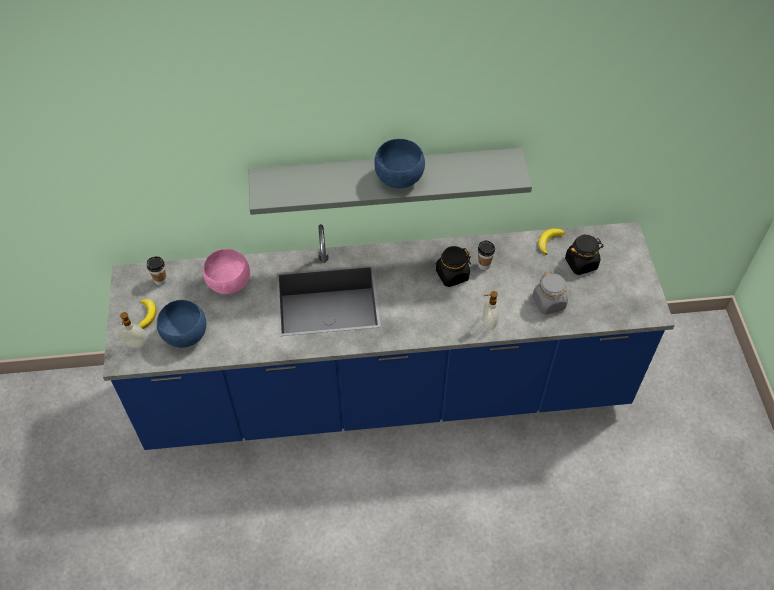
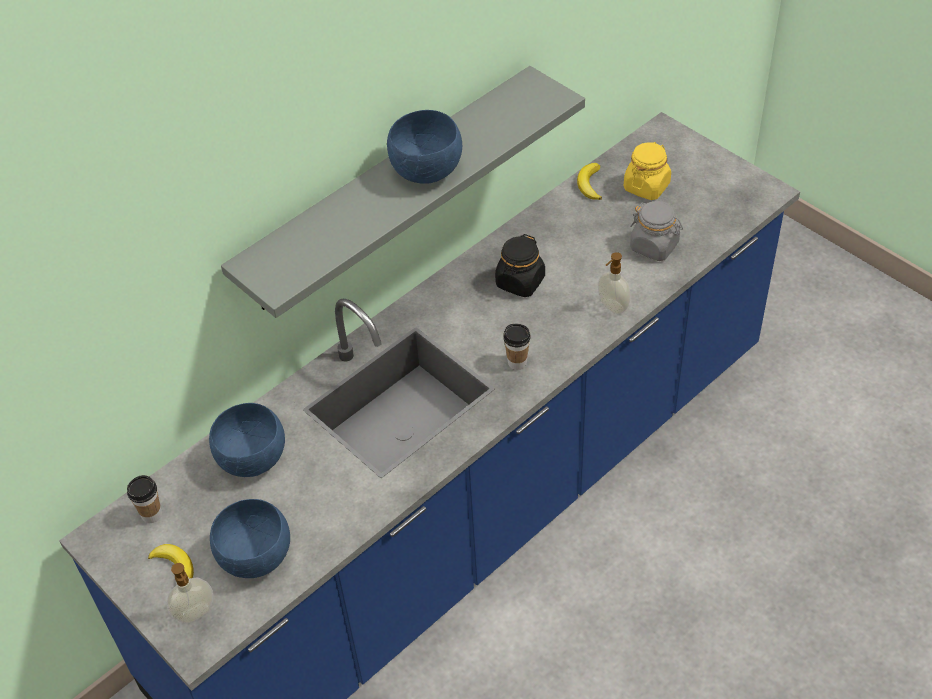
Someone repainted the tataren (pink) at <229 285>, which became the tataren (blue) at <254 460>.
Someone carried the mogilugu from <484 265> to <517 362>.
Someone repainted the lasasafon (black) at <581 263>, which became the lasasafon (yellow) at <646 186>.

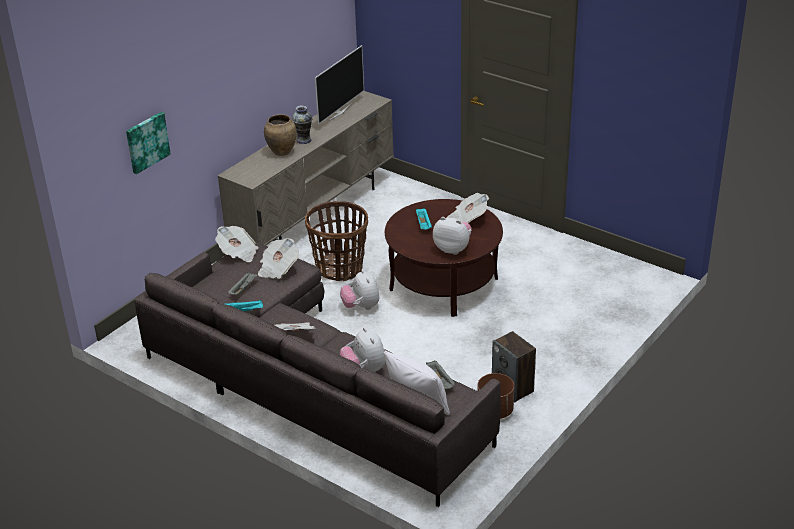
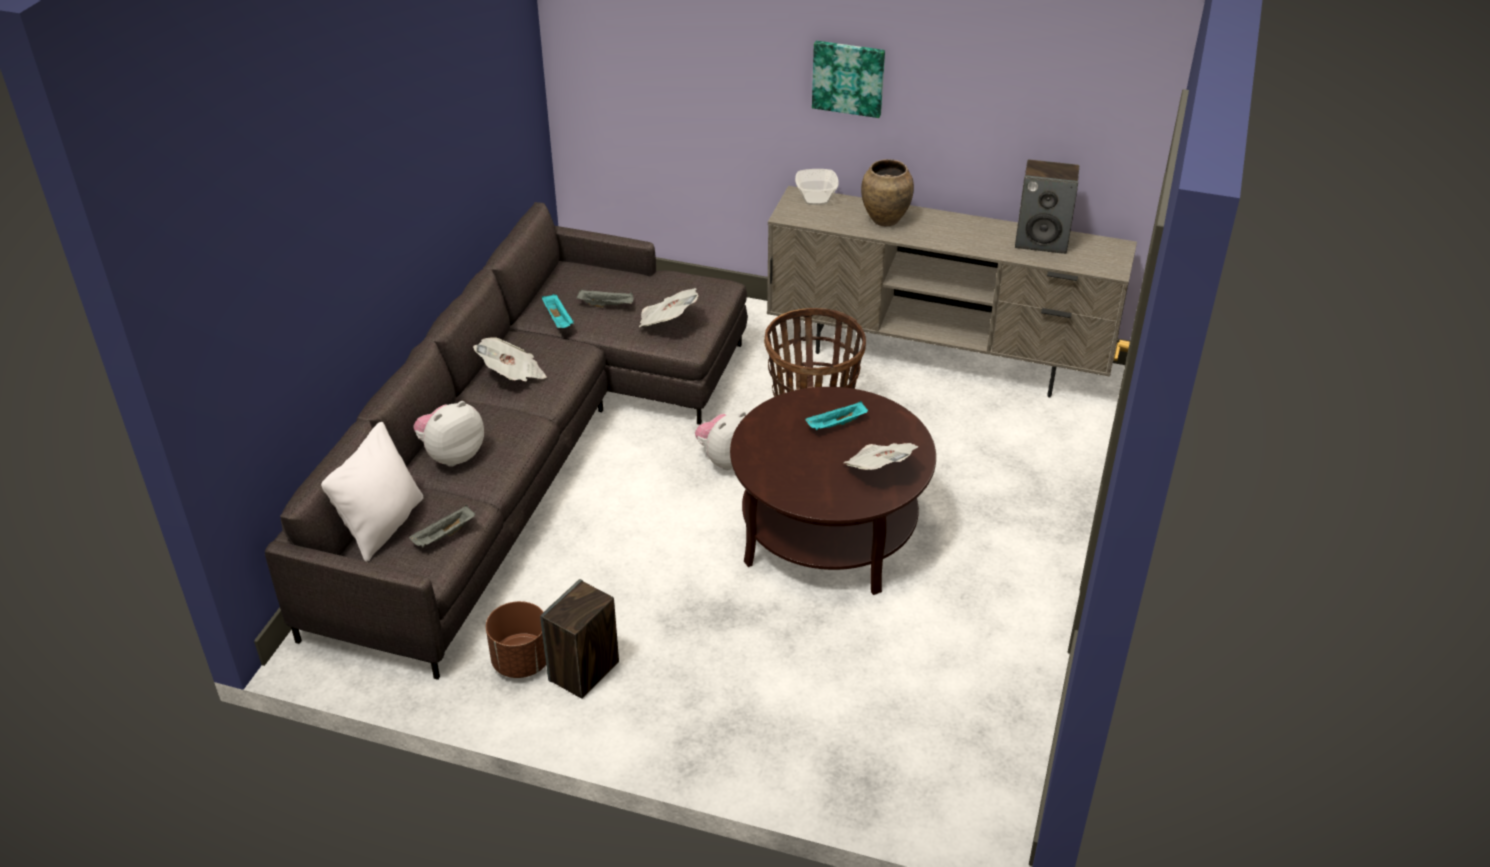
Someone carried the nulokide from <146 142> to <848 77>.
Someone took away the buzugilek at <238 253>.
Someone took away the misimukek at <304 140>.
Someone swapped the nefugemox at <339 112> for the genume at <1042 241>.
Someone took away the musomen at <453 249>.
Someone put down the tataren at <816 198>.

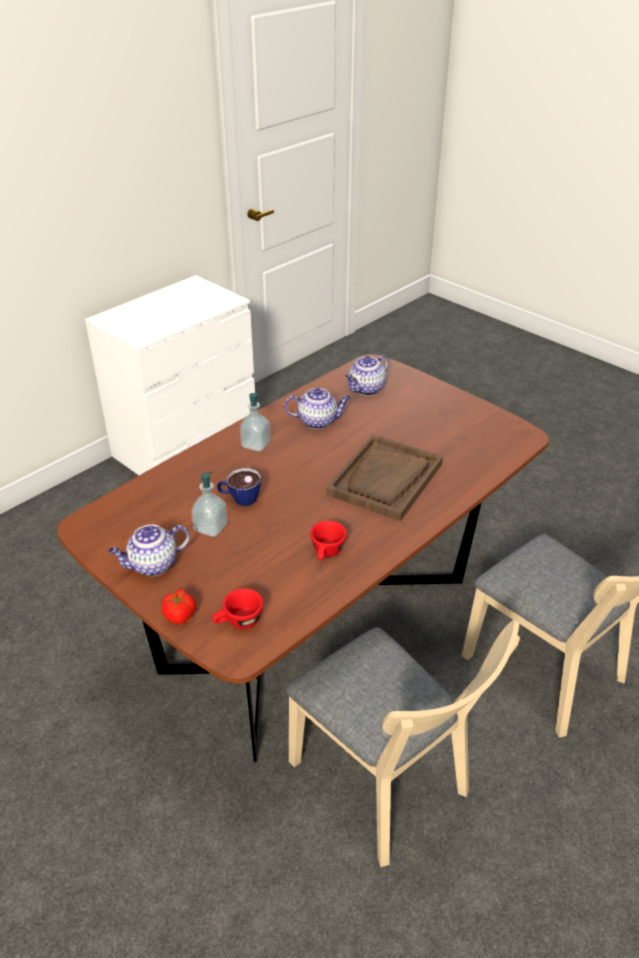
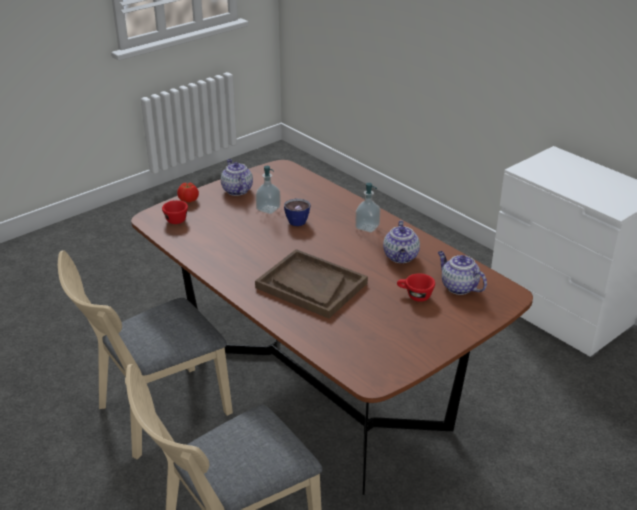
Someone carried the mogilugu (red) from <327 553> to <414 296>.

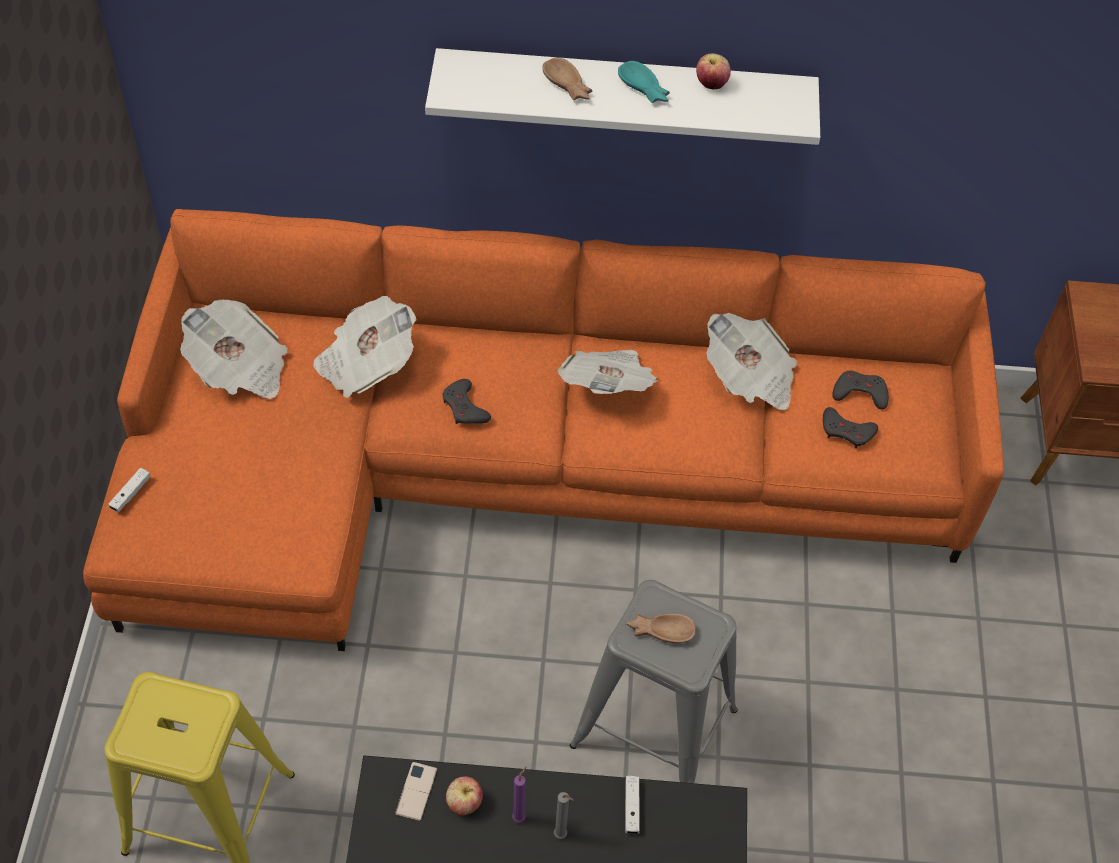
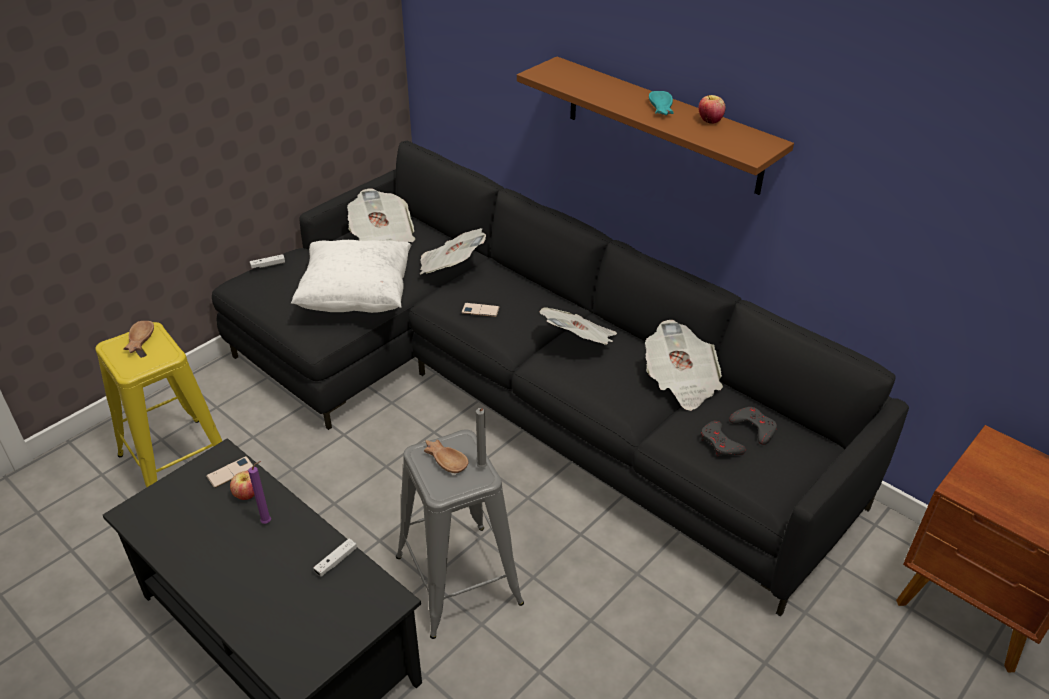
Someone repainted the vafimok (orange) at <513 468>, which became the vafimok (black) at <520 395>.
Someone repainted the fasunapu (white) at <624 94>, which became the fasunapu (brown) at <663 125>.
Someone swapped the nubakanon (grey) at <465 407> for the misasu at <480 310>.
Someone carried the tataren (brown) from <567 86> to <138 341>.
Someone carried the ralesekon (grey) from <562 836> to <482 468>.
Someone put down the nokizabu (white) at <357 298>.

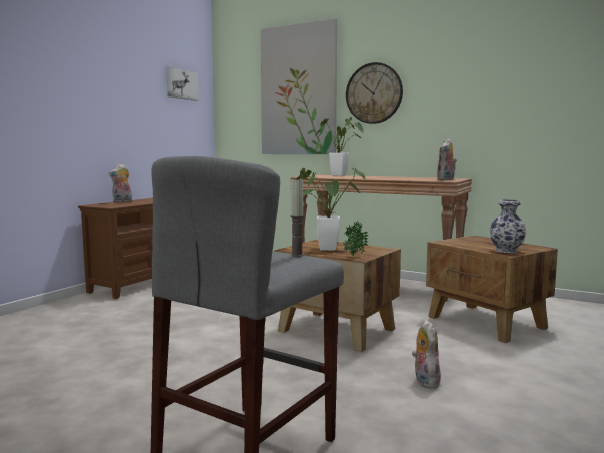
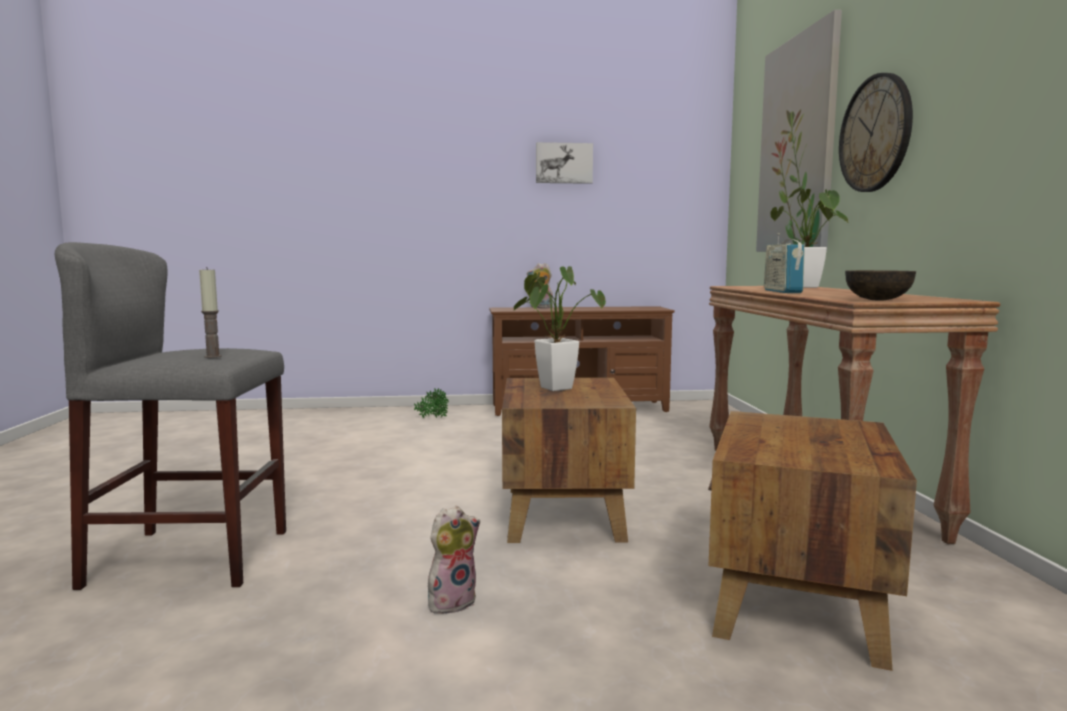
Someone carried the nulokide from <181 84> to <564 163>.
Someone carried the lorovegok from <353 257> to <432 418>.
Someone swapped the musomen at <446 180> for the tataren (brown) at <877 300>.
Someone took away the misimukek at <507 251>.
Someone put down the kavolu at <782 291>.

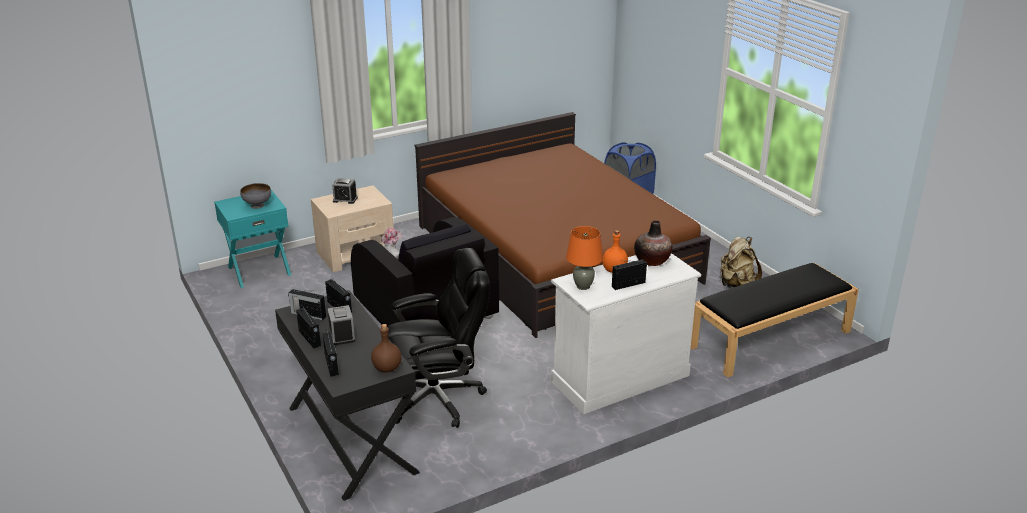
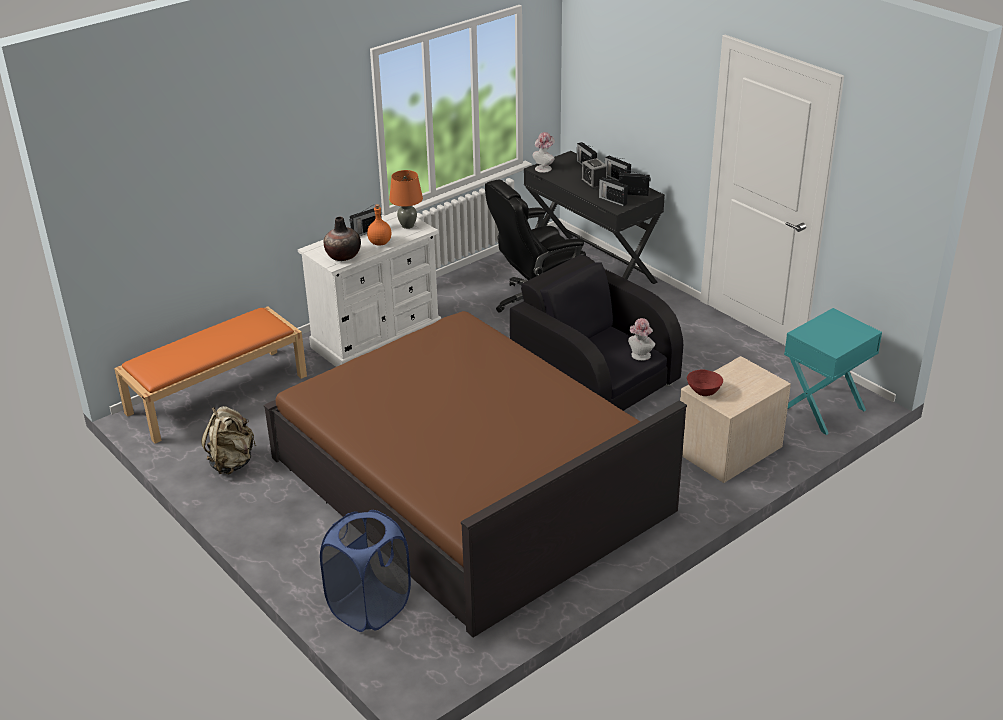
Someone took away the tataren (grey) at <257 205>.
Someone took away the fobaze at <345 199>.
Someone swapped the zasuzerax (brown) at <387 368> for the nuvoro at <544 168>.
Someone repainted the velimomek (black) at <769 339>, which became the velimomek (orange) at <218 393>.
Someone put down the tataren (red) at <704 391>.

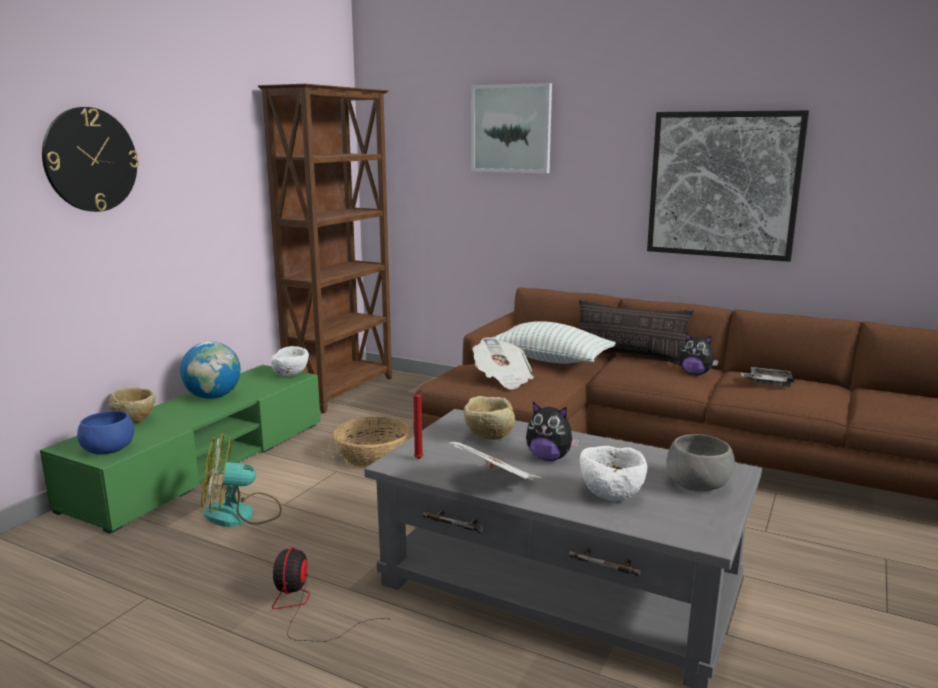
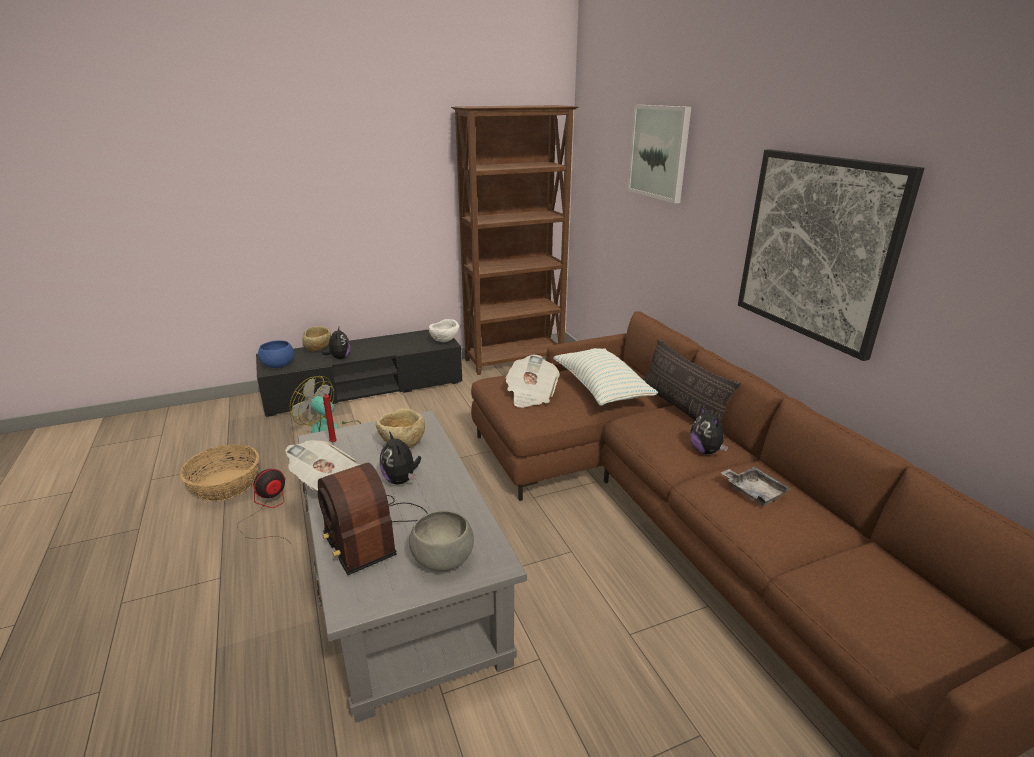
Someone repainted the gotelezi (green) at <203 463>, which became the gotelezi (black) at <364 388>.
Someone took away the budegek at <90 160>.
Someone took away the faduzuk at <213 397>.
Someone carried the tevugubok from <372 456> to <225 484>.
Someone swapped the tataren (white) at <610 495> for the kavolu at <372 532>.
Someone put down the musomen at <339 358>.

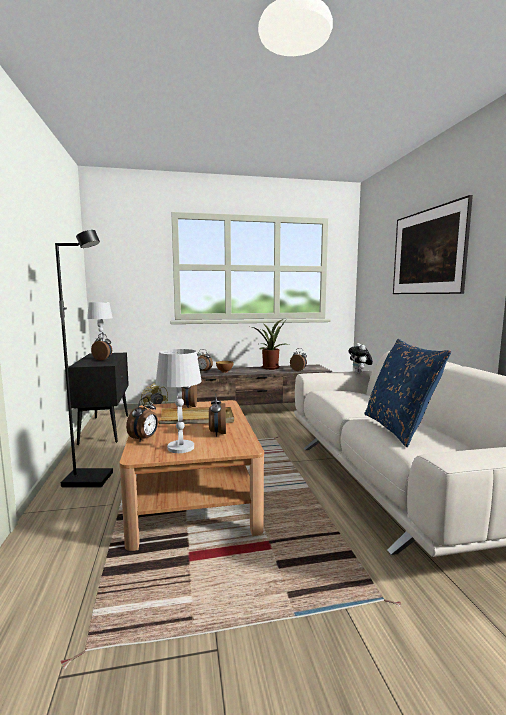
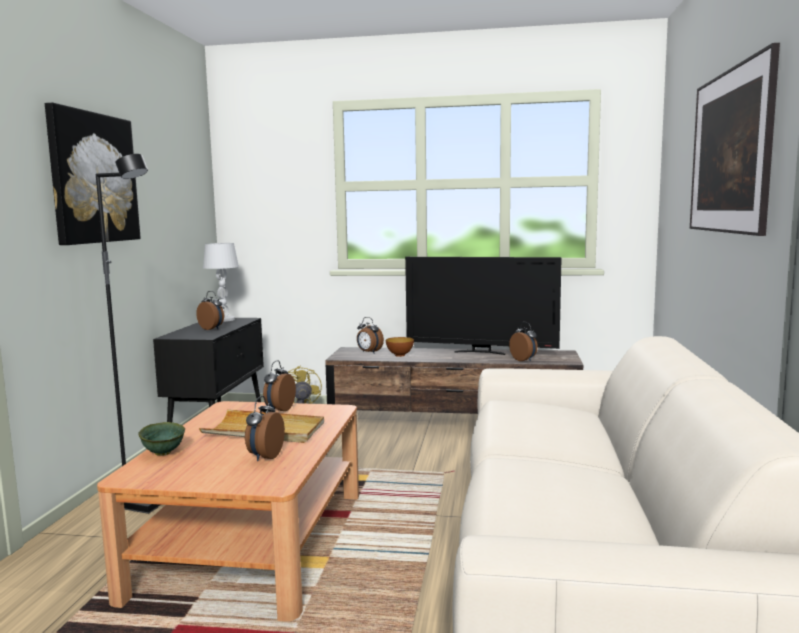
Someone swapped the fobaze at <144 438> for the tataren (green) at <164 453>.
Someone took away the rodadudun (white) at <180 447>.
Someone swapped the lorovegok at <269 367> for the nefugemox at <481 352>.
Someone took away the musomen at <359 373>.
Someone took away the nokizabu (blue) at <399 429>.
Someone put up the nulokide at <93 178>.

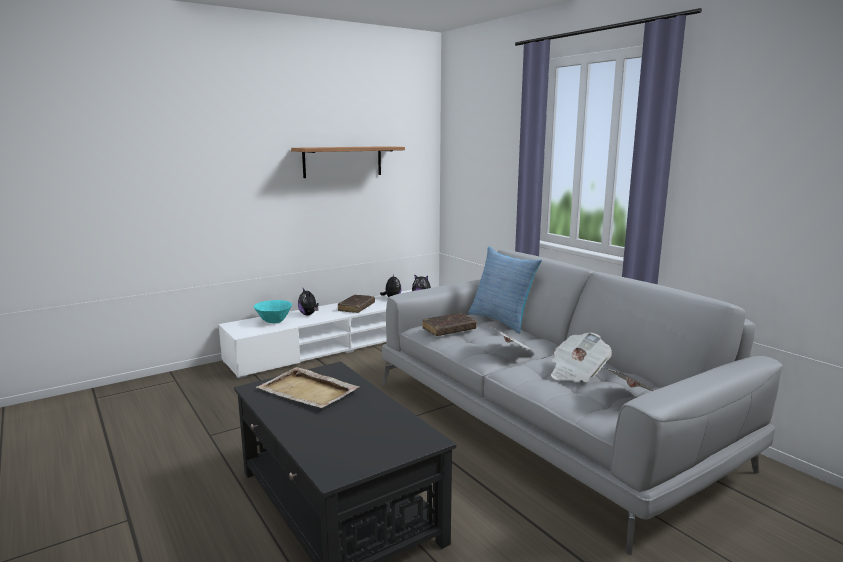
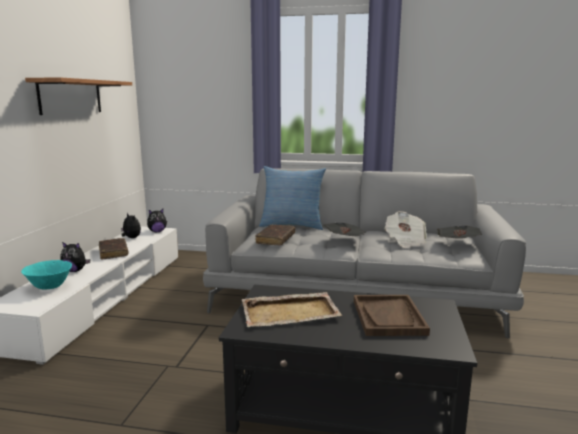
Someone put down the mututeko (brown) at <388 317>.

